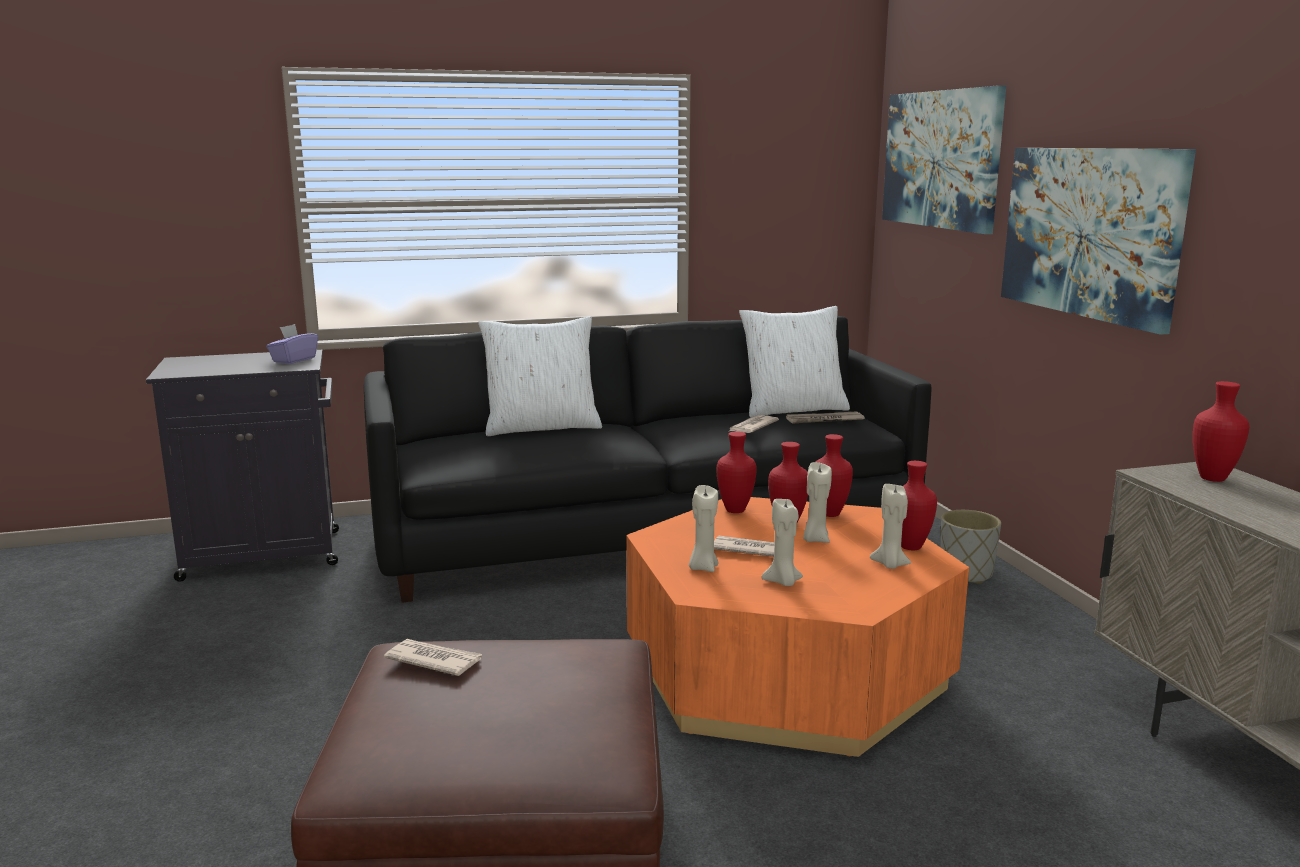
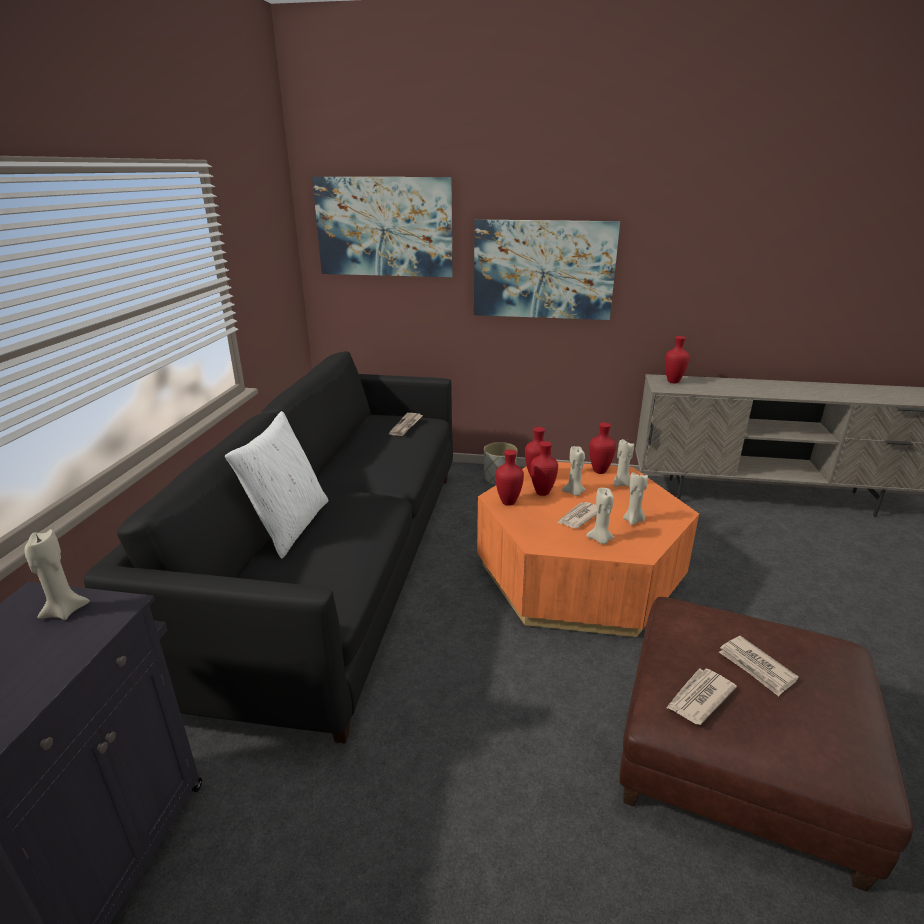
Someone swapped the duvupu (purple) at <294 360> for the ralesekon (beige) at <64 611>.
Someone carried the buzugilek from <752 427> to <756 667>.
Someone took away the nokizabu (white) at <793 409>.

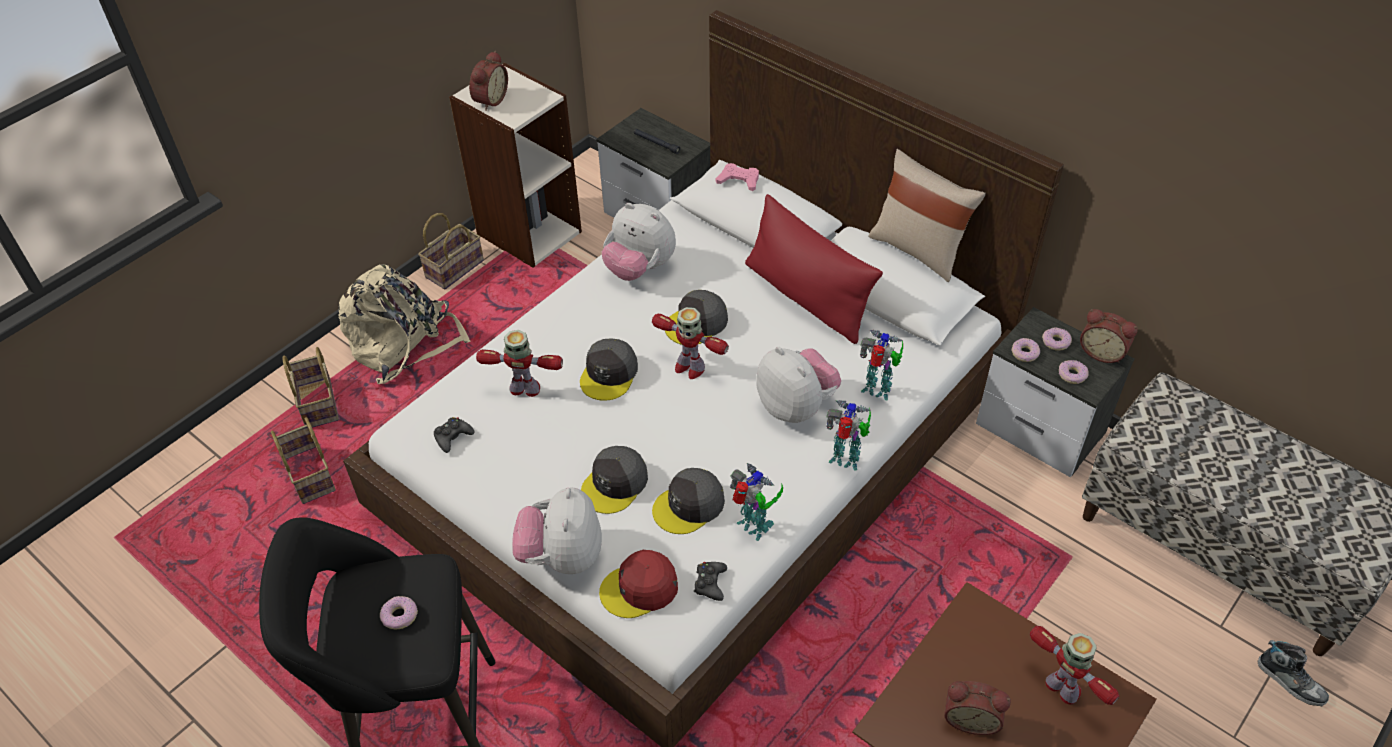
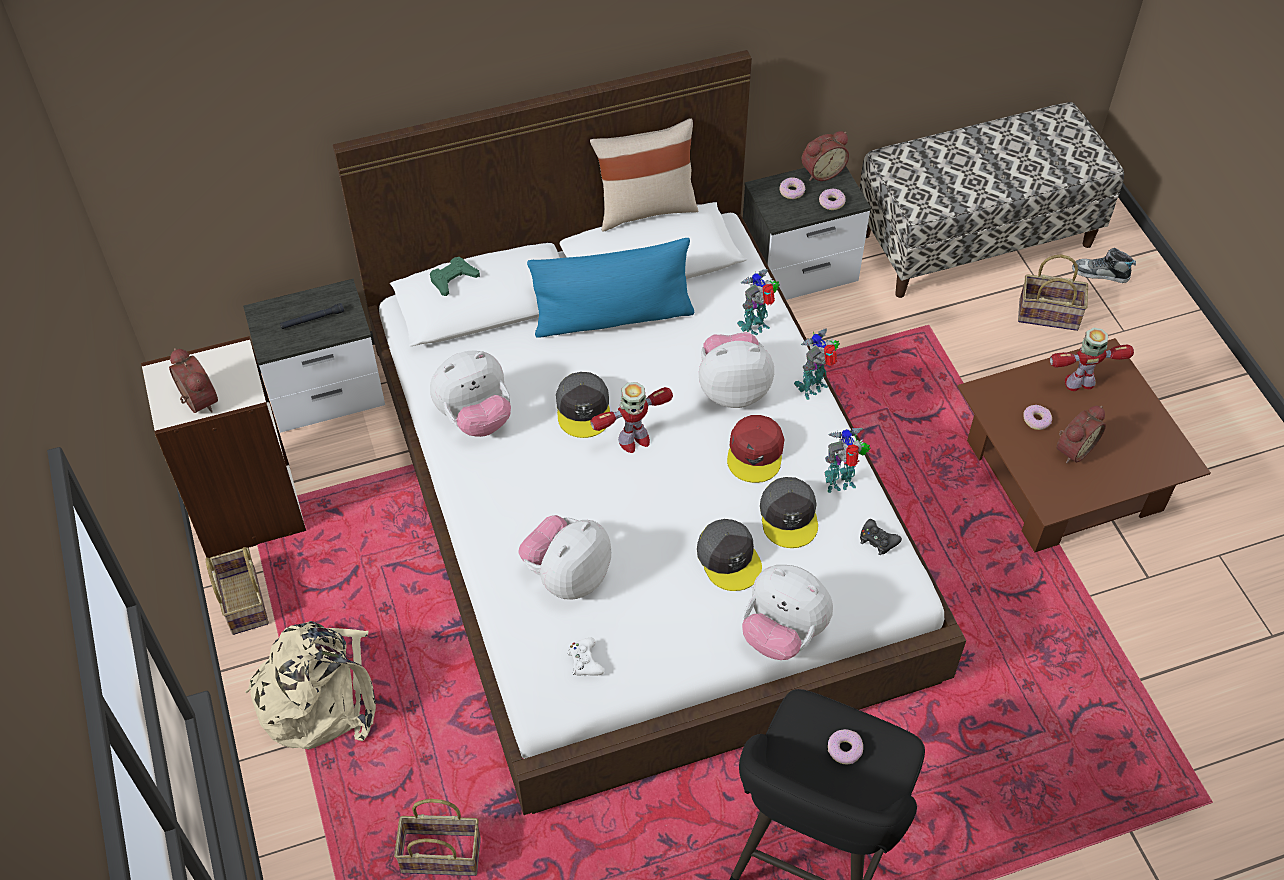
Someone carried the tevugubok from <320 404> to <1050 314>.
Someone repainted the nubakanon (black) at <453 437>, which became the nubakanon (white) at <585 661>.
Someone swapped the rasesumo at <526 389> for the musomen at <567 576>.
Someone took away the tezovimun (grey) at <609 374>.
Someone carried the tezovimun (red) from <640 589> to <755 453>.
Someone repainted the nubakanon (pink) at <739 180>, which became the nubakanon (green) at <453 279>.
Someone repainted the nokizabu (red) at <806 297>, which became the nokizabu (blue) at <613 317>.
Someone carried the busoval from <1025 353> to <1036 420>.
Someone rotated the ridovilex at <1290 681> by 150 degrees counterclockwise.

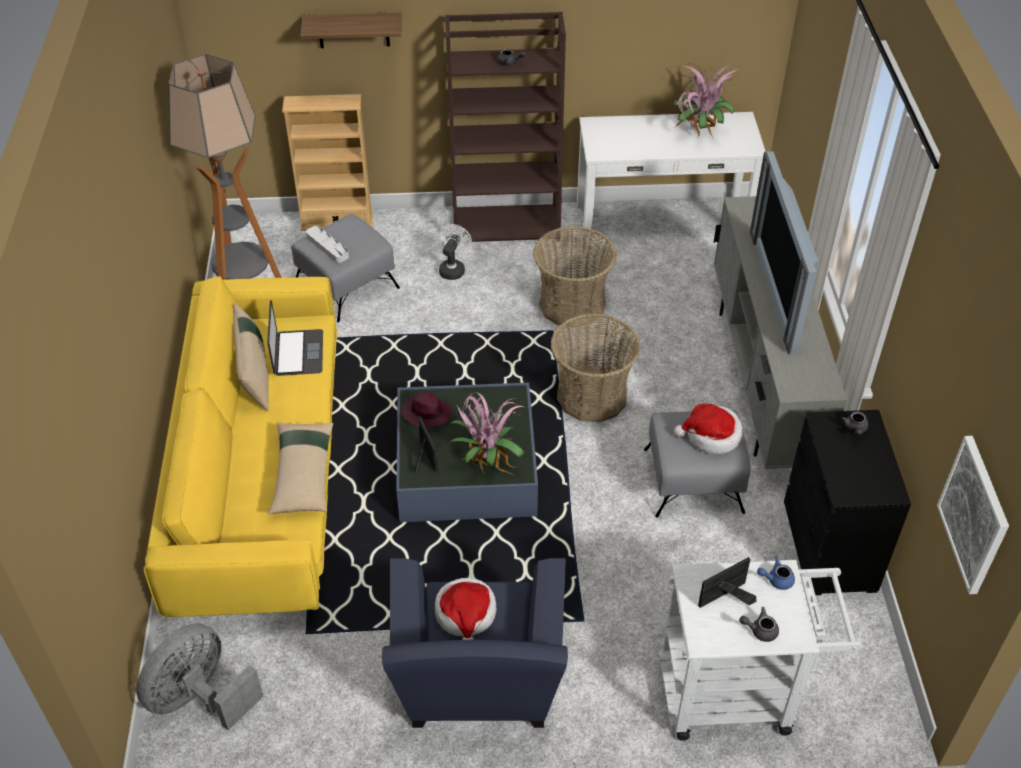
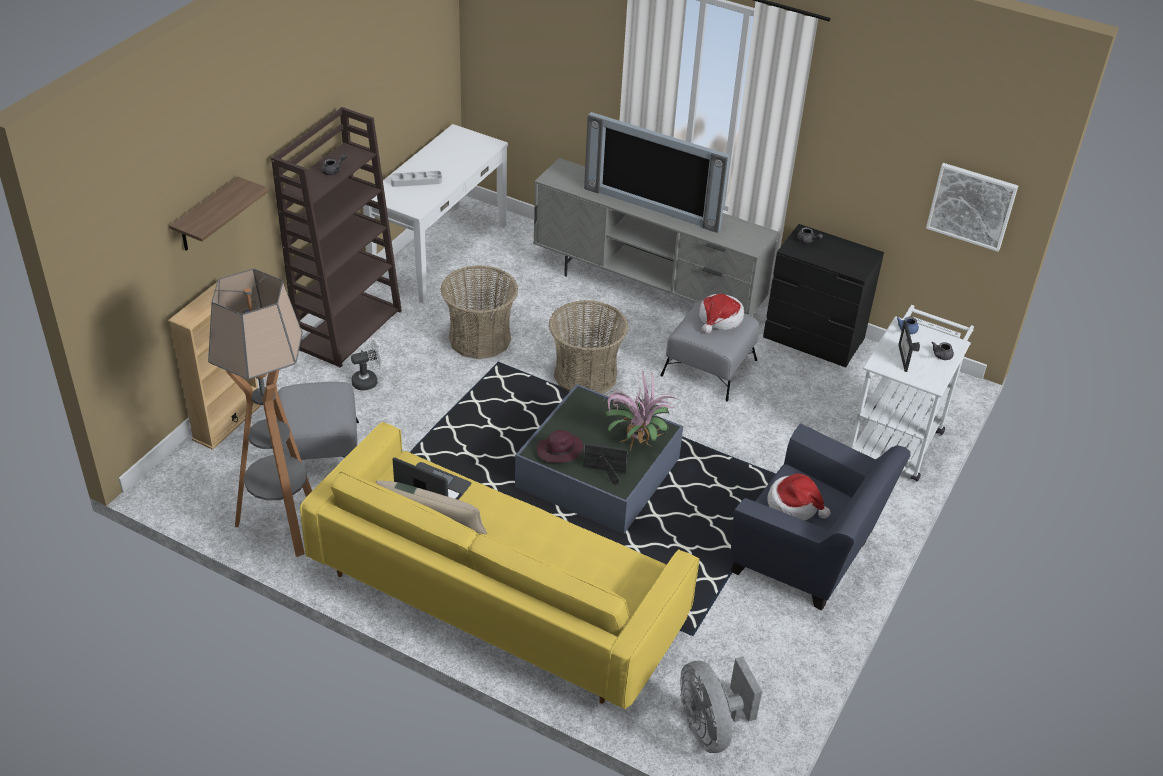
Someone took away the nokizabu (beige) at <303 474>.
Someone carried the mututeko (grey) from <327 246> to <416 181>.
Someone rotated the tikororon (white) at <453 268> by 105 degrees clockwise.
Someone took away the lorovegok at <698 133>.

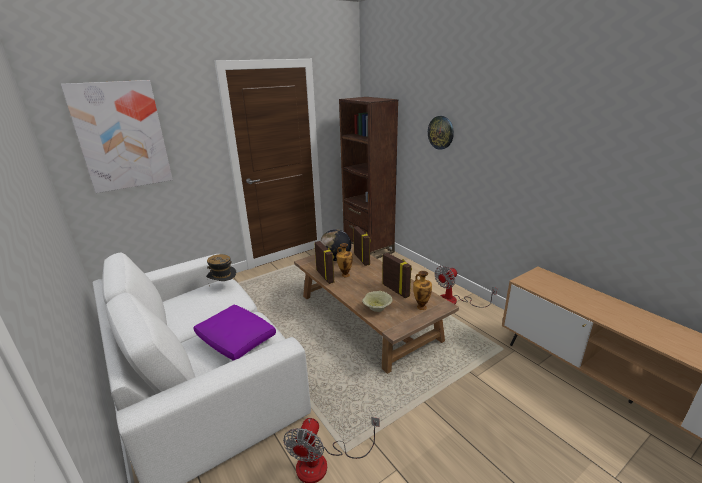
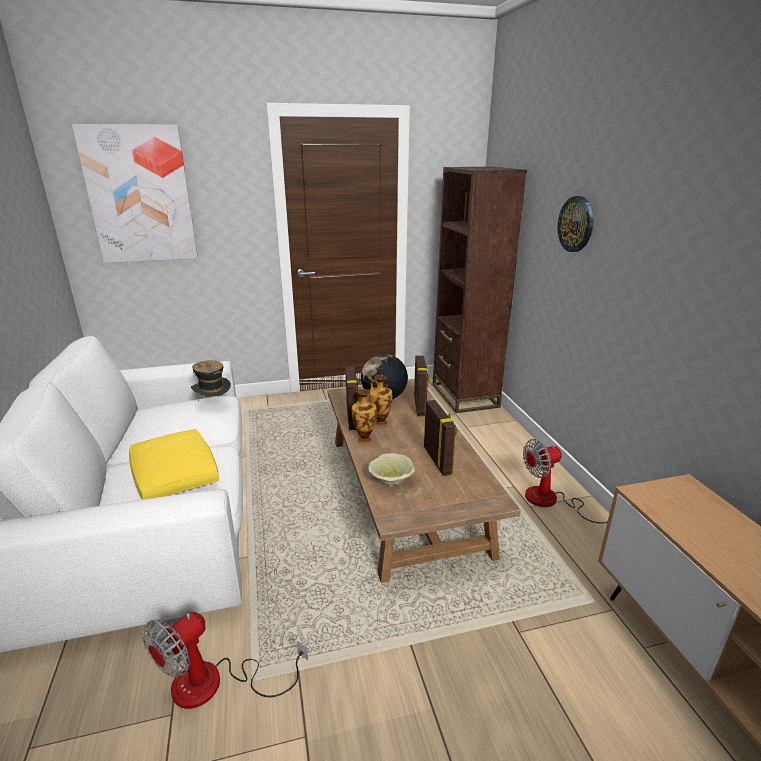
Someone repainted the nokizabu (purple) at <235 339>, which became the nokizabu (yellow) at <175 475>.
Someone carried the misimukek from <421 306> to <364 439>.

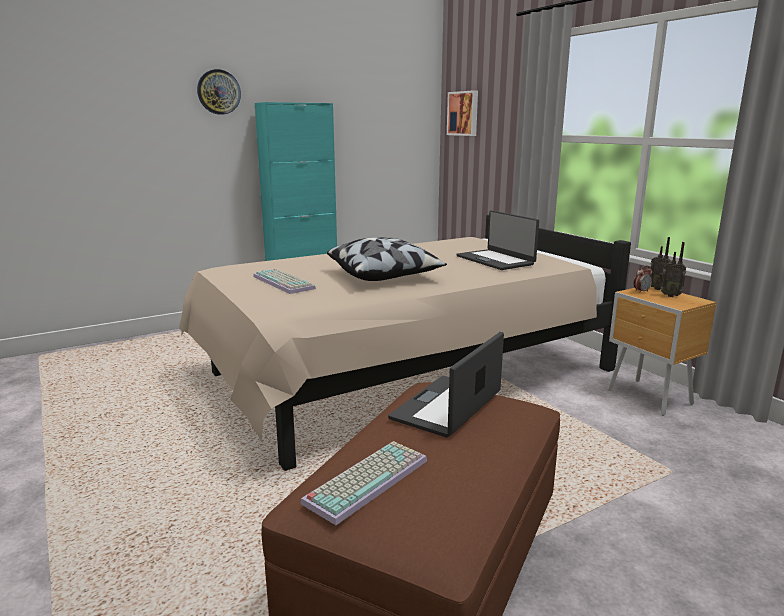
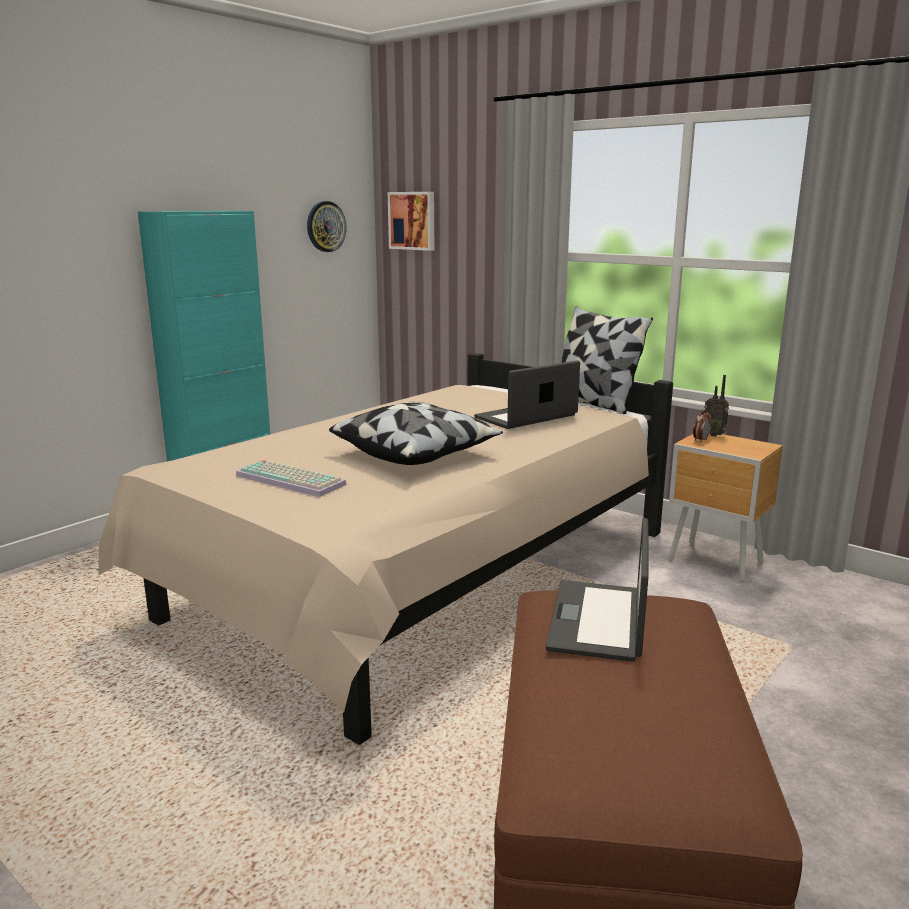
Someone carried the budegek from <218 92> to <325 226>.
Someone took away the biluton at <366 479>.
Someone rotated the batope at <495 260> by 105 degrees clockwise.
Someone took away the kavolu at <669 295>.
Someone put down the nokizabu at <593 403>.

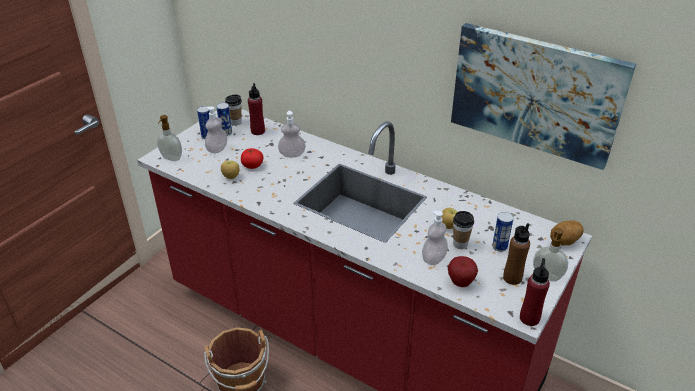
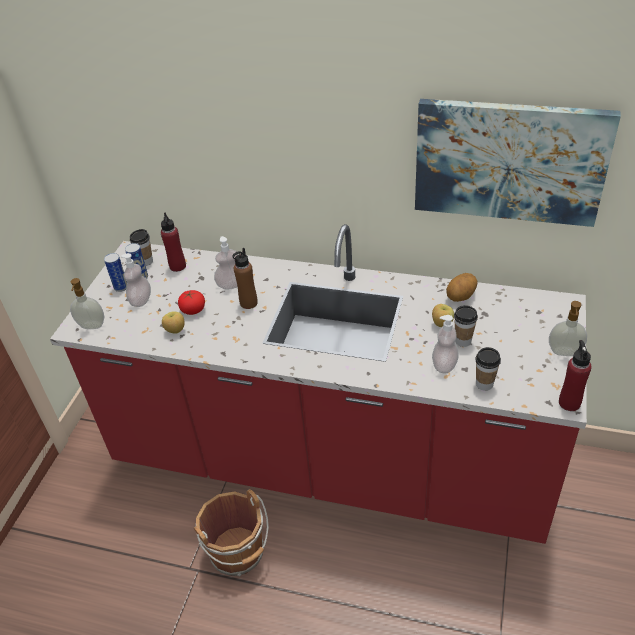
Someone swapped the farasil at <460 282> for the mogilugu at <484 384>.
Someone took away the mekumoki at <499 247>.
Someone carried the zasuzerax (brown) from <512 278> to <248 303>.
Someone carried the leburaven from <564 242> to <461 297>.

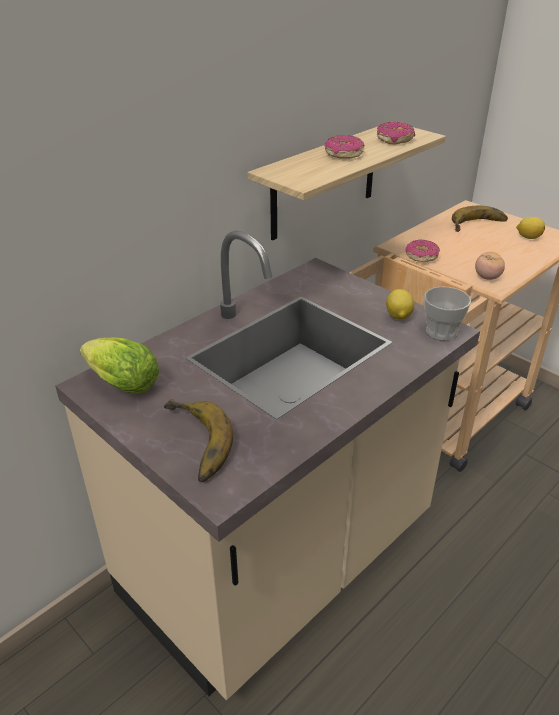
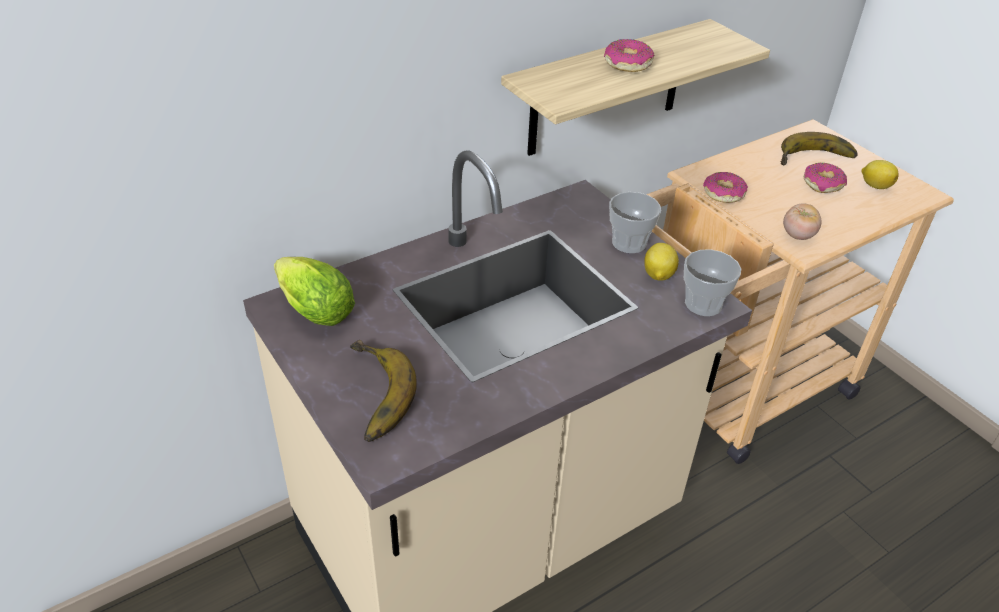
Someone carried the busoval from <395 139> to <823 184>.
Someone put down the mogilugu at <629 243>.

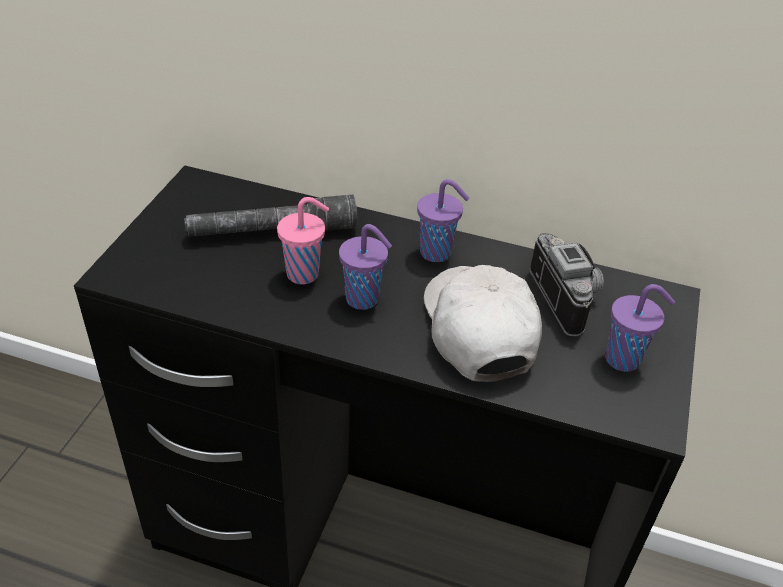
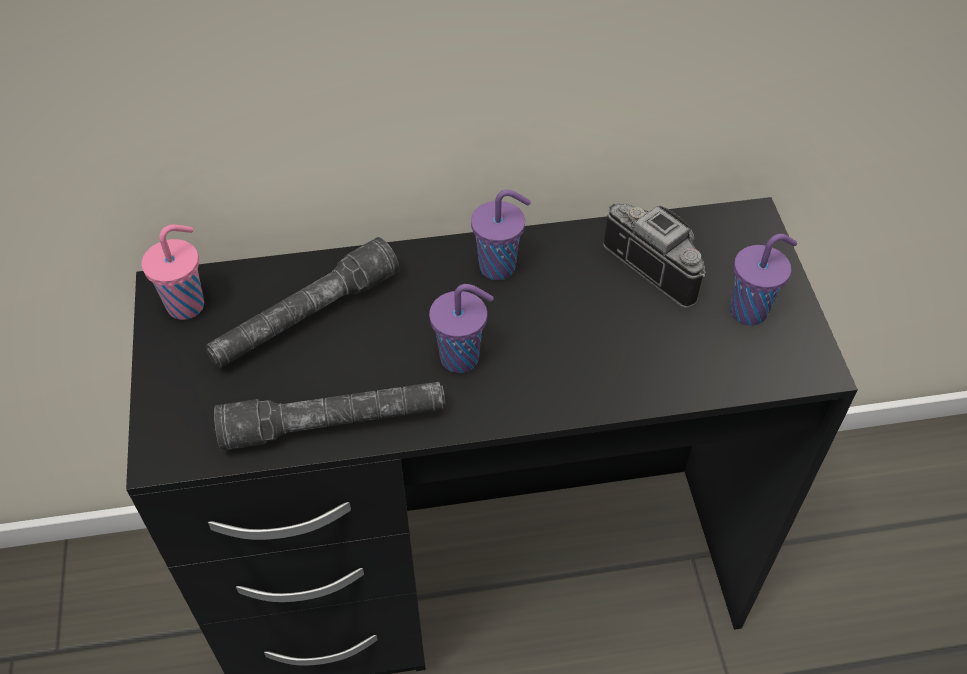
Someone carried the mogilugu (pink) from <305 274> to <188 304>.
Someone took away the tezovimun (white) at <478 330>.
Someone put down the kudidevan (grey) at <334 423>.

